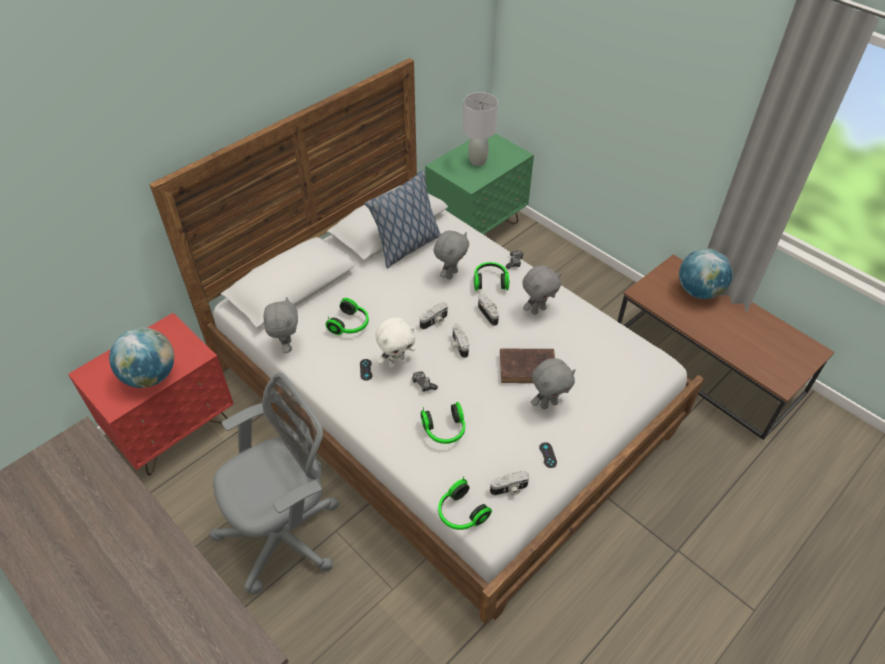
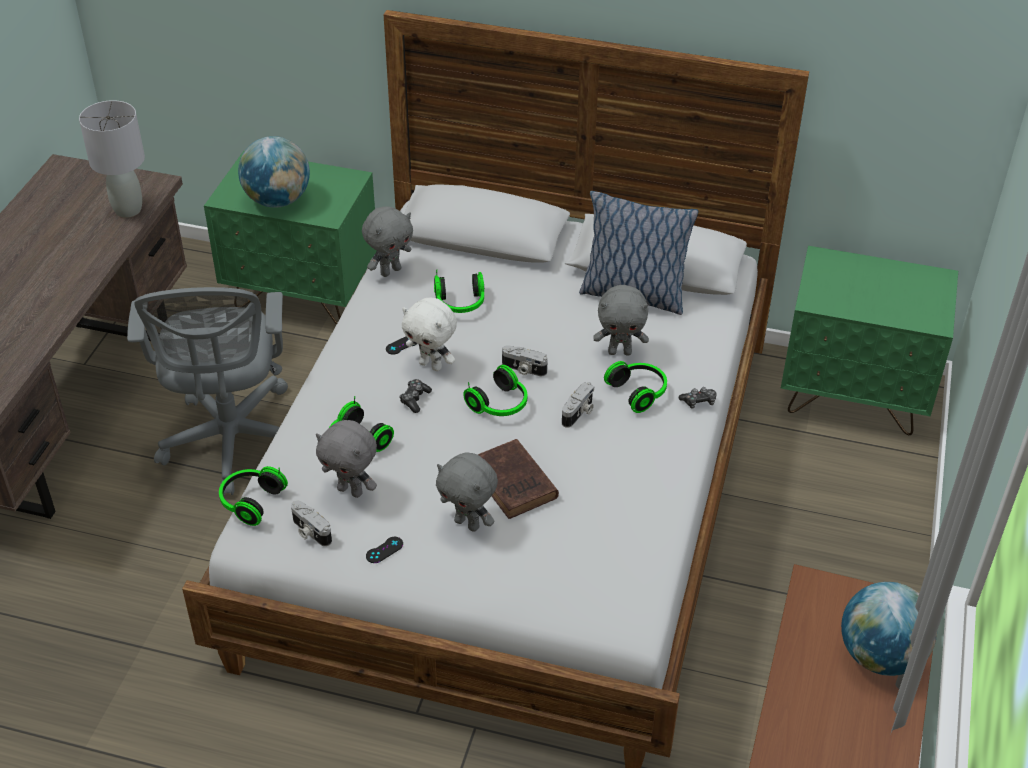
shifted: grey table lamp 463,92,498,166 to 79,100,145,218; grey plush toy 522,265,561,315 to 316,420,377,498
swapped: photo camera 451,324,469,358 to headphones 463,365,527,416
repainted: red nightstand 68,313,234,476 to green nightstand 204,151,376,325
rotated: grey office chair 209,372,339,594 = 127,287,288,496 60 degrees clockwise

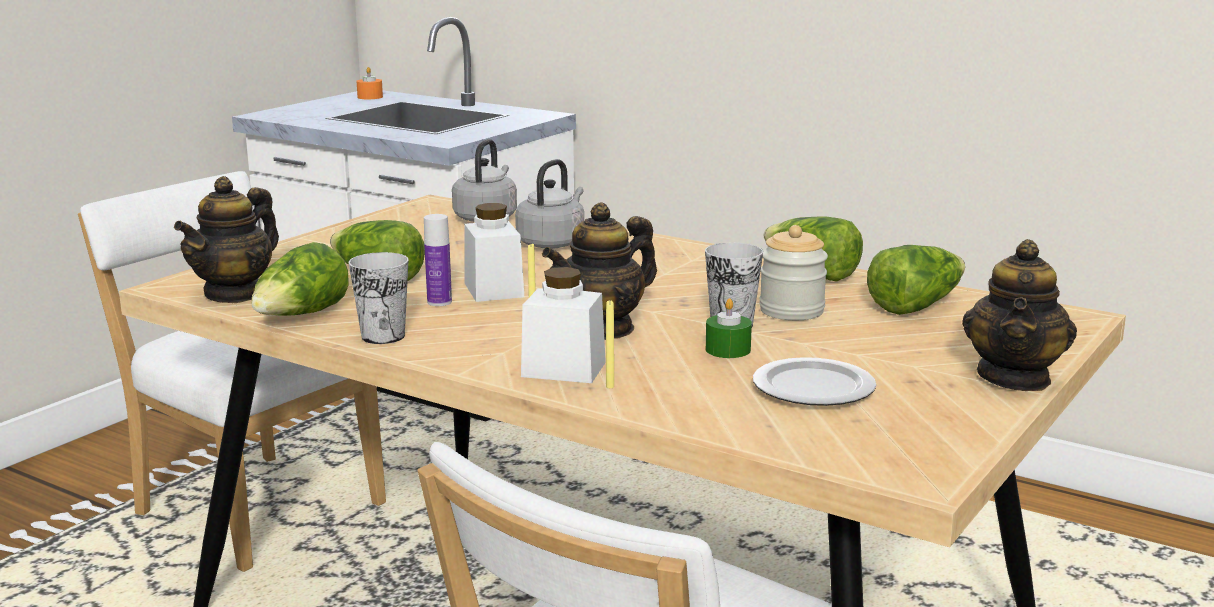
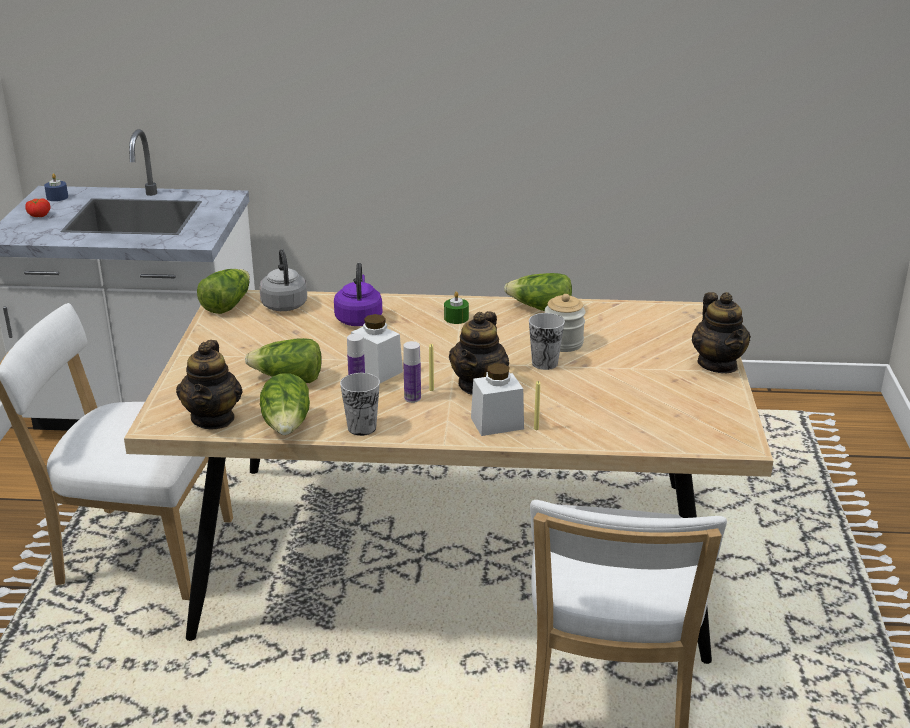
gone: plate 753,357,876,406
new: tomato 25,198,51,217; bottle 403,341,421,403
shifted: lettuce 867,245,965,315 to 197,269,250,314; green candle 706,298,752,358 to 444,291,469,324
repainted: orange candle 357,67,383,99 to blue candle 44,173,68,201; grey kettle 515,159,584,249 to purple kettle 334,263,382,326

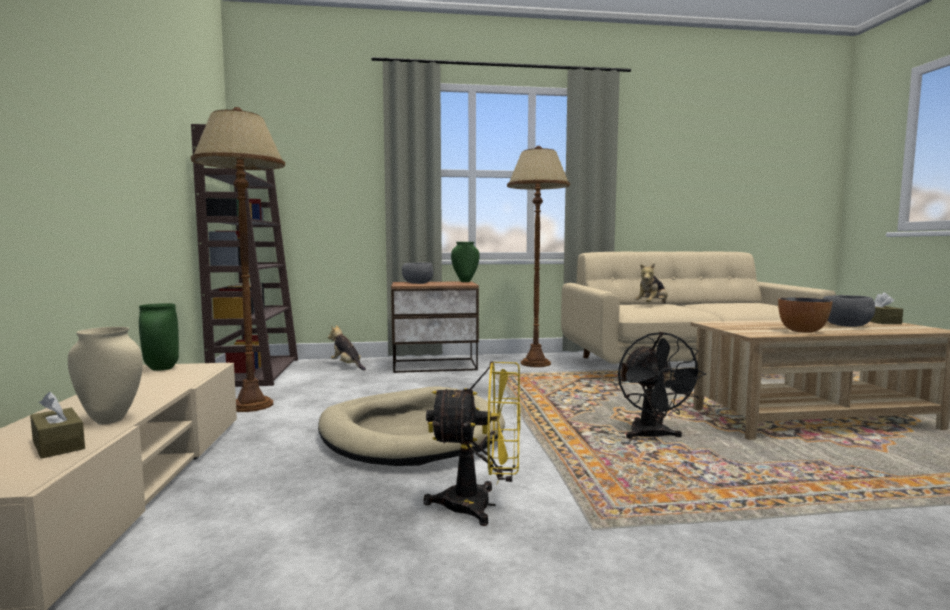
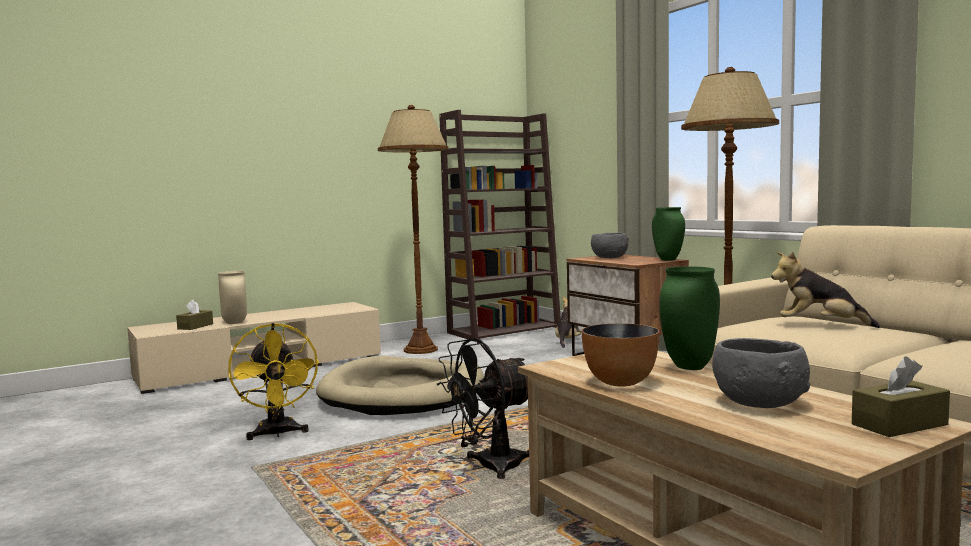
shifted: green vase 139,303,179,371 to 659,267,720,370

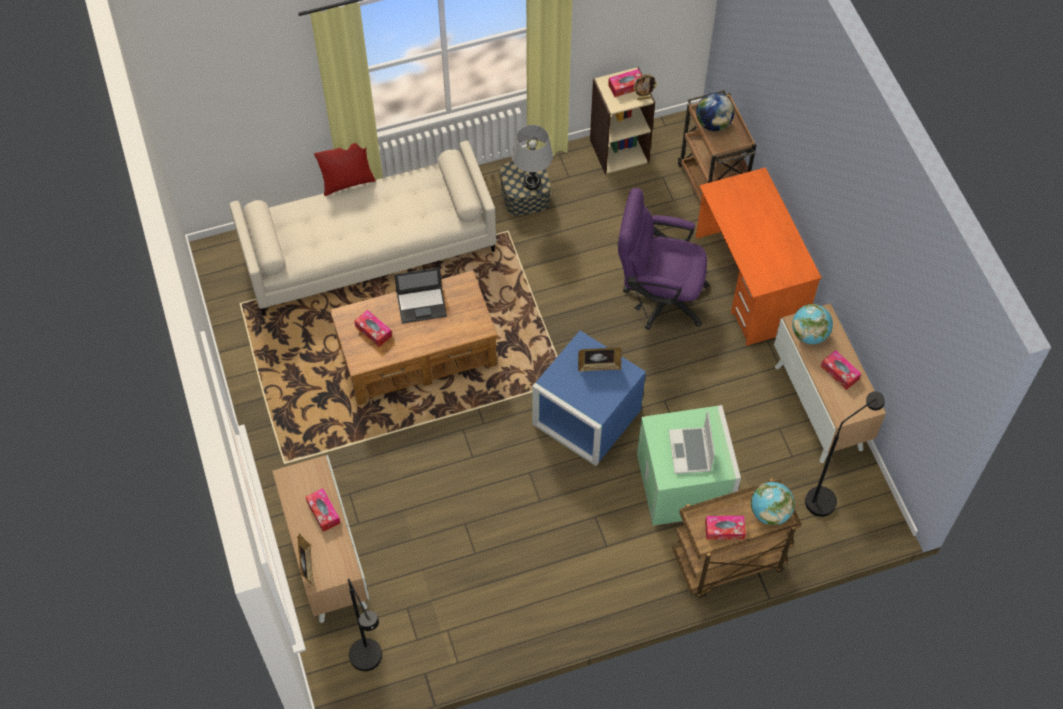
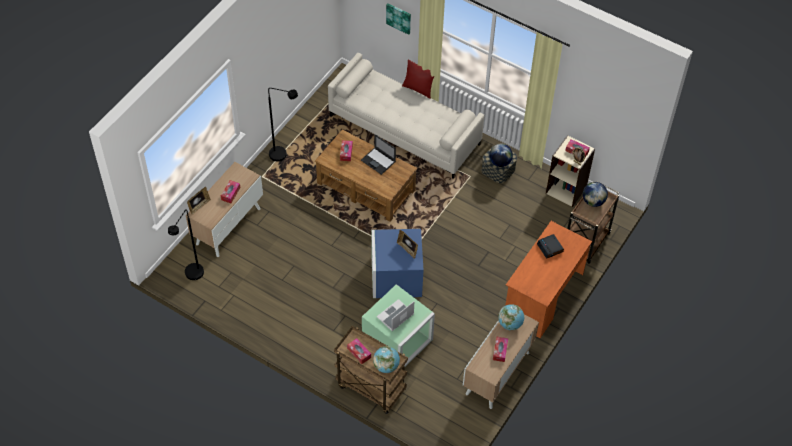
gone: purple office chair 618,188,710,330
new: picture 386,3,411,35; alarm clock 537,234,564,259
shifted: black floor lamp 805,391,885,517 to 268,88,298,161
swapped: grey table lamp 512,125,553,190 to globe 489,144,513,167

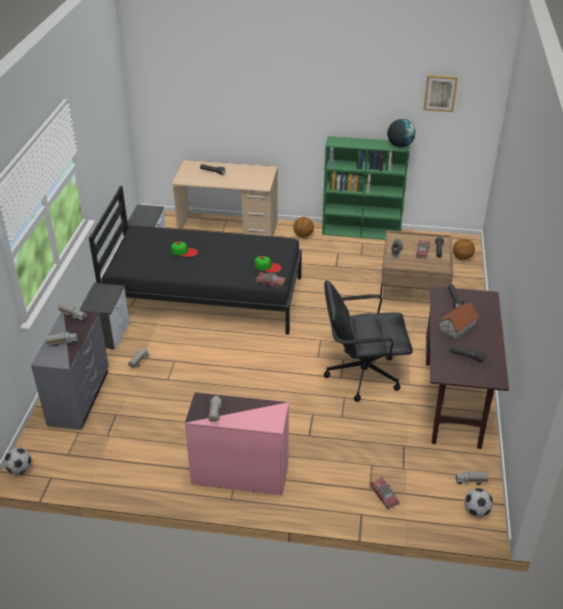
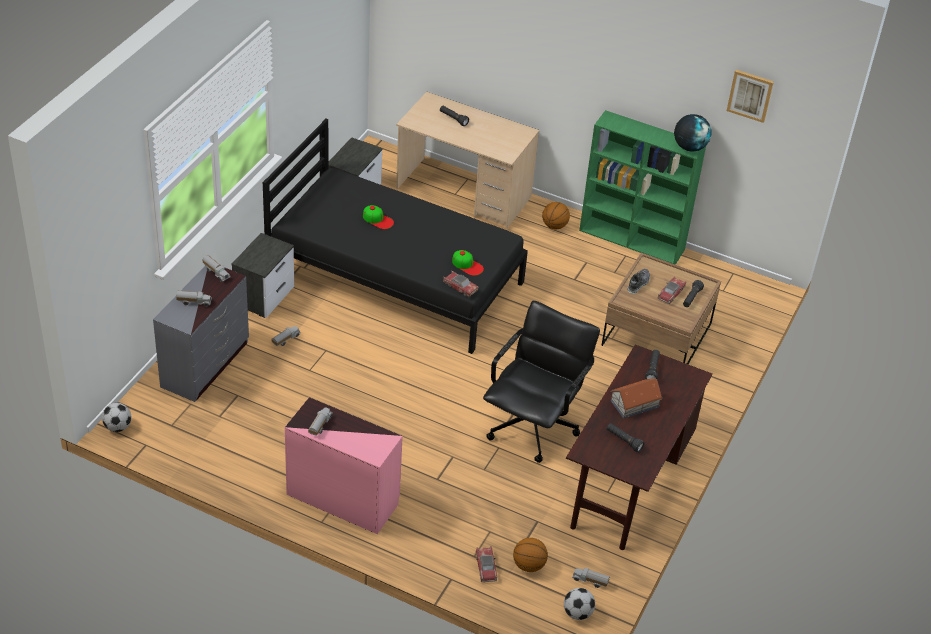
shifted: basketball 453,239,475,260 to 513,538,548,572
rotated: black office chair 324,280,413,402 = 483,301,600,463 105 degrees clockwise

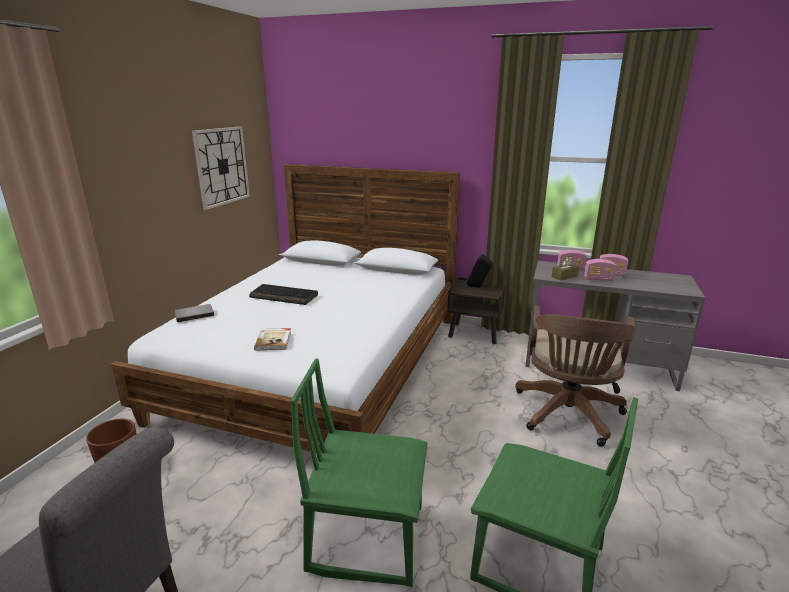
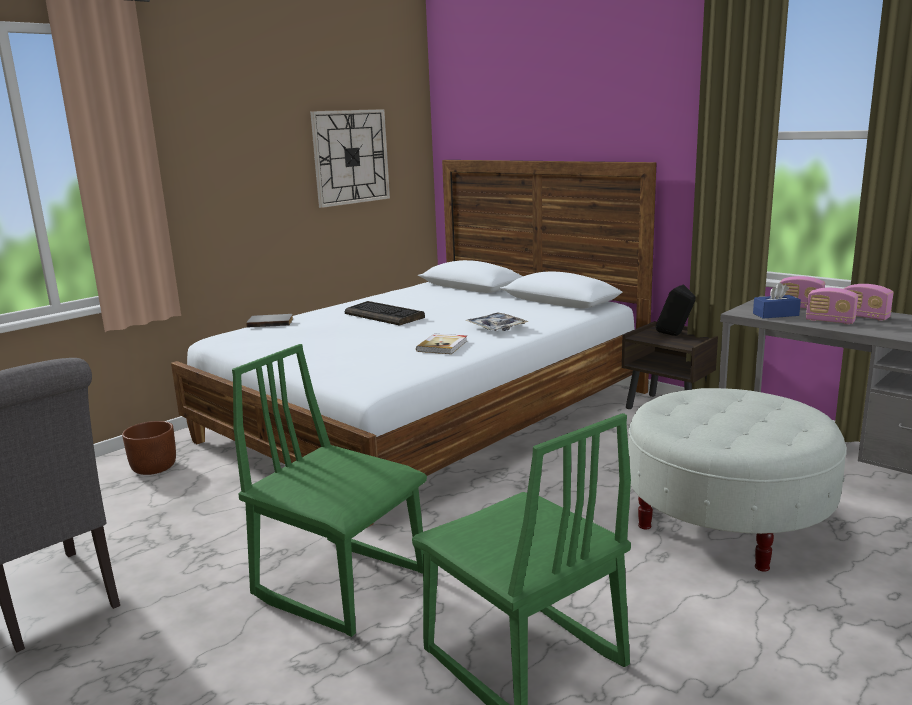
new: tray 465,312,529,331
shifted: book 254,328,291,351 to 416,334,467,354
swapped: brown office chair 515,306,636,447 to white ottoman 628,388,847,572
repainted: brown tissue box 552,257,579,281 to blue tissue box 753,283,801,319

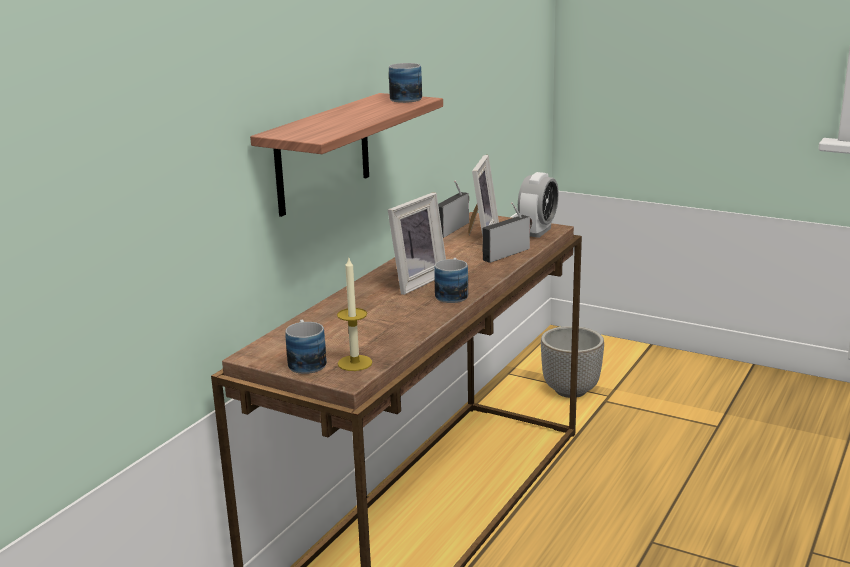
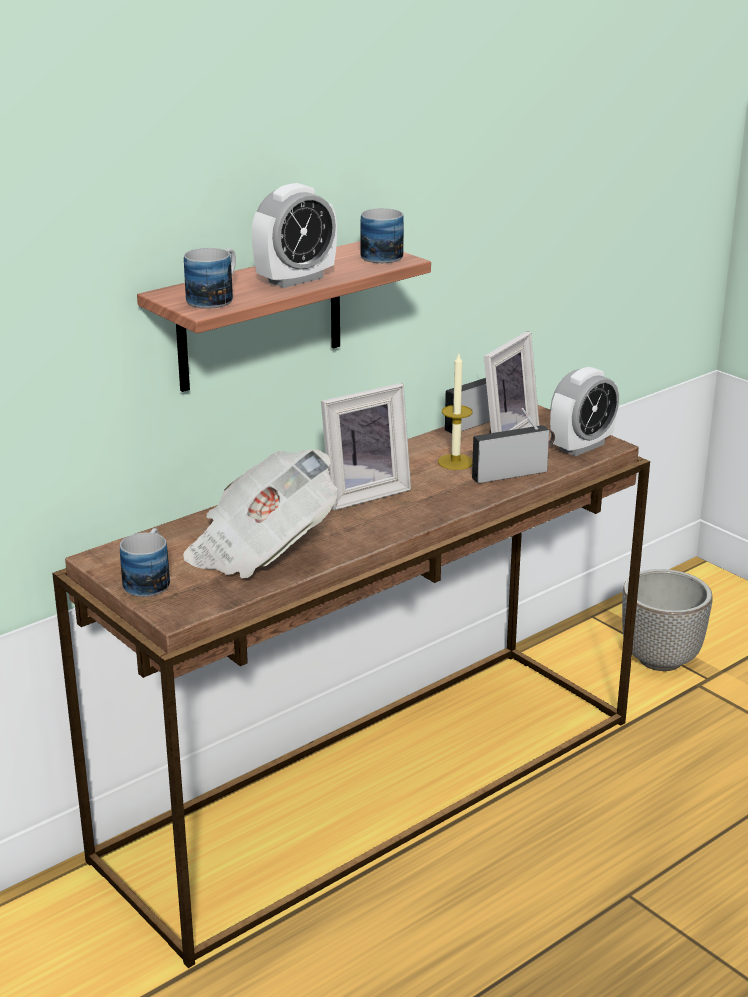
new: newspaper 183,449,338,578; alarm clock 252,183,337,288
shifted: mug 434,258,468,303 to 184,248,236,309; candle 337,256,373,371 to 438,354,473,470

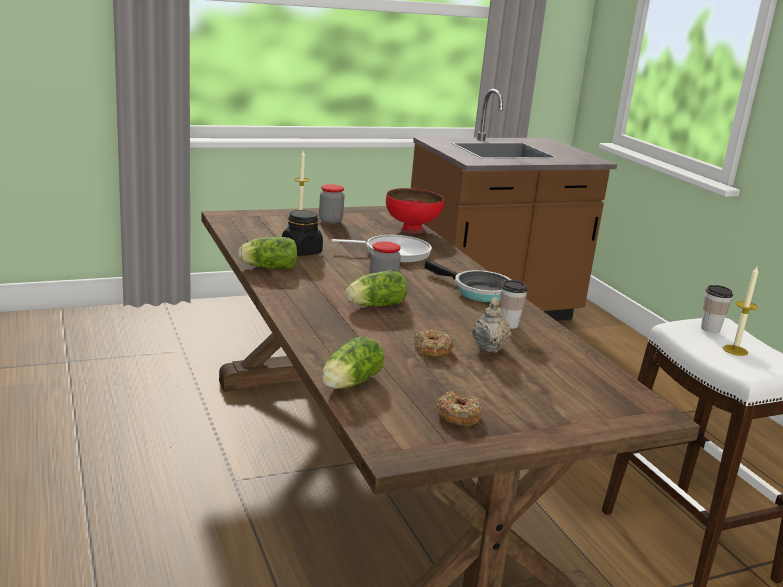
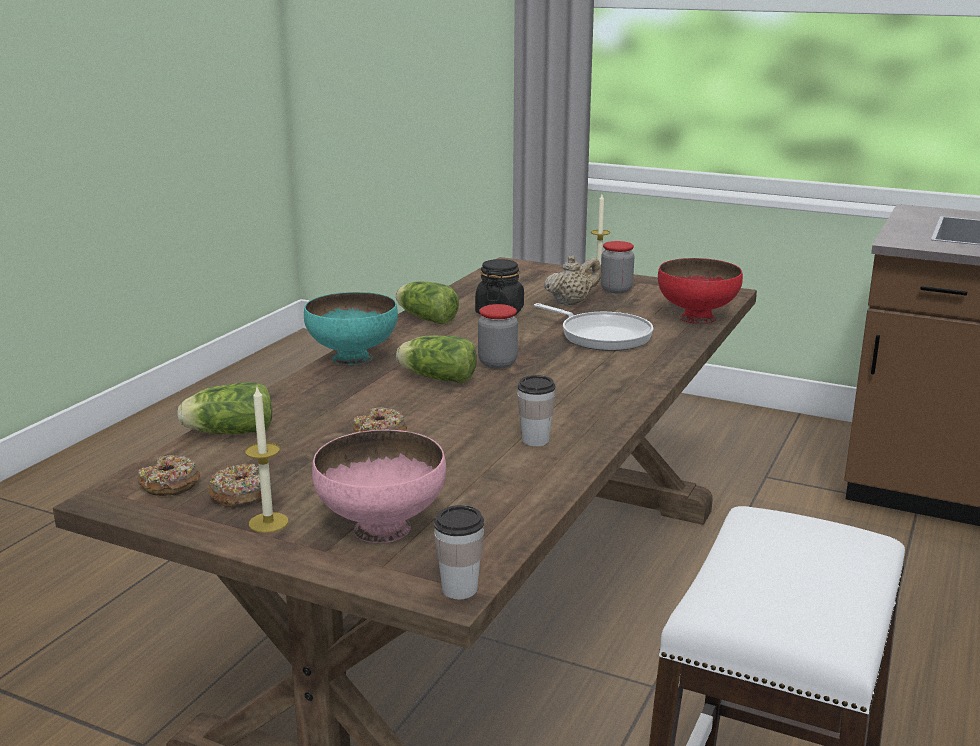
gone: frying pan 425,259,511,302
new: donut 138,455,200,496; turquoise bowl 304,292,398,365; pink bowl 312,430,446,543
shifted: candle 723,267,758,356 to 245,387,288,533; cup 701,285,733,333 to 434,505,484,599; beige teapot 472,297,511,353 to 544,255,602,306

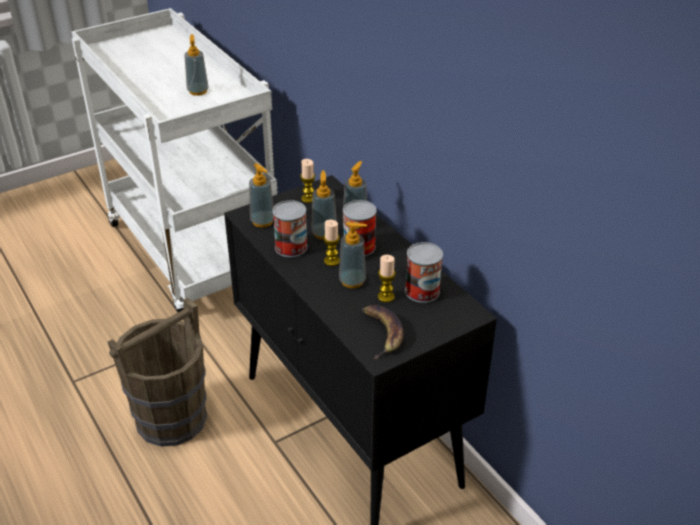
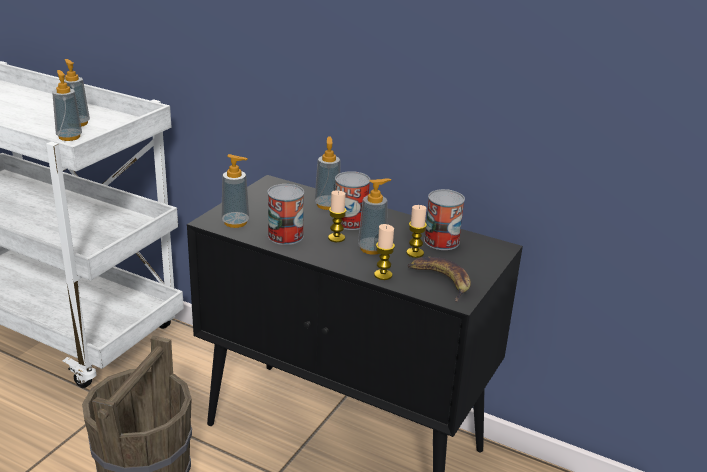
shifted: soap dispenser 311,171,337,240 to 52,70,82,141; candle 300,159,315,203 to 374,224,395,280

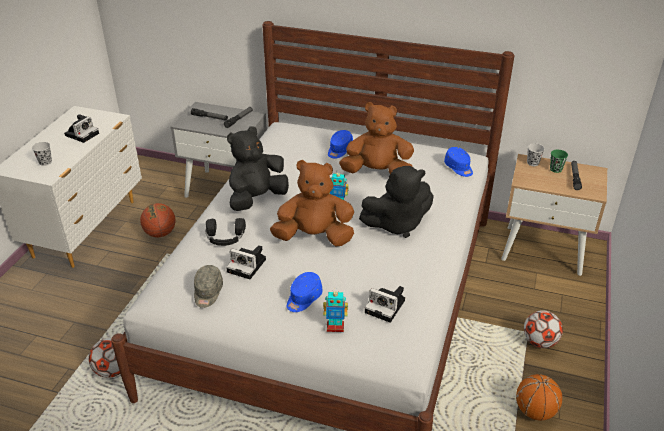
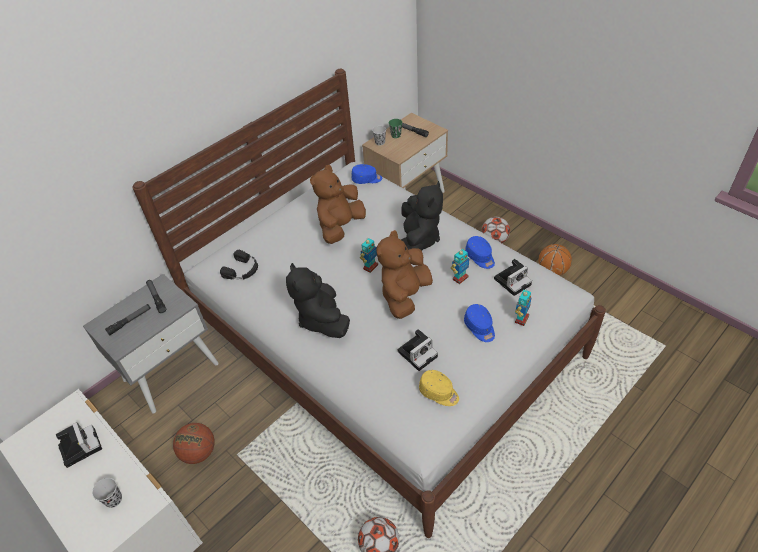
new: toy robot 451,248,469,284
shifted: black headphones 206,218,246,246 to 220,250,258,279; blue cap 328,130,353,159 to 465,236,495,269
repainted: grey cap 194,265,223,308 to yellow cap 419,370,459,406

